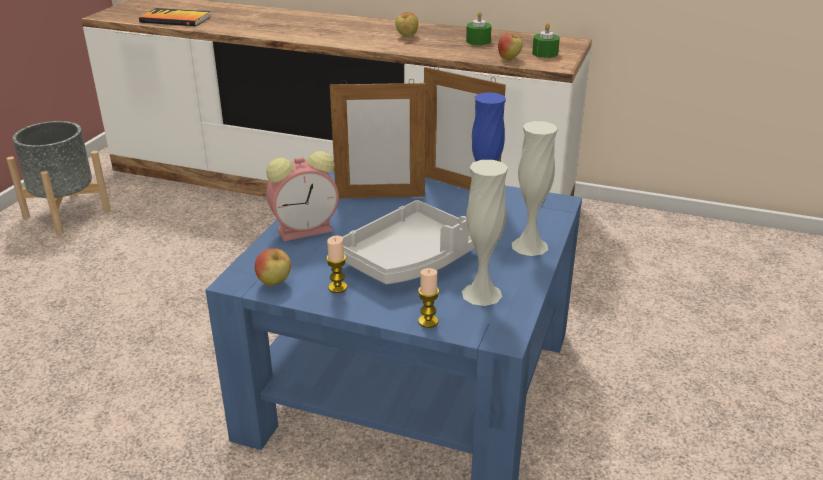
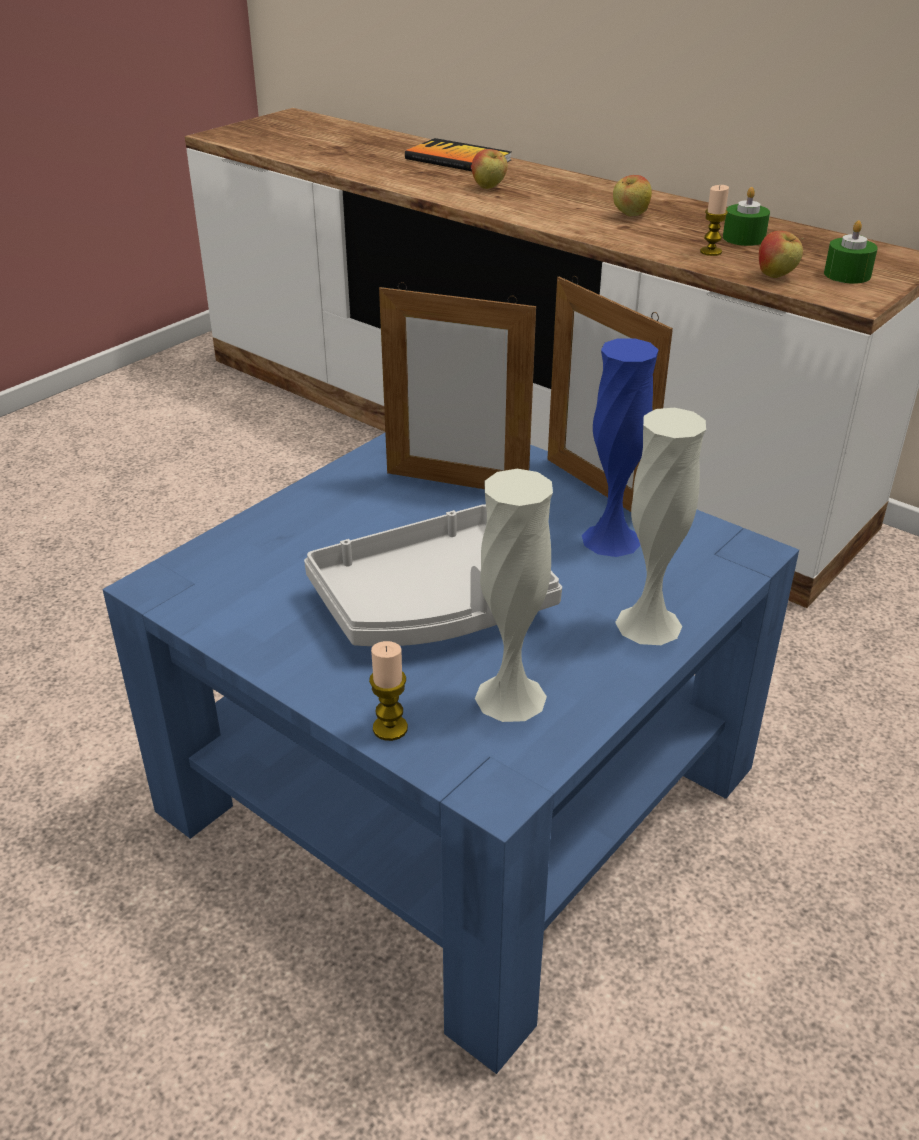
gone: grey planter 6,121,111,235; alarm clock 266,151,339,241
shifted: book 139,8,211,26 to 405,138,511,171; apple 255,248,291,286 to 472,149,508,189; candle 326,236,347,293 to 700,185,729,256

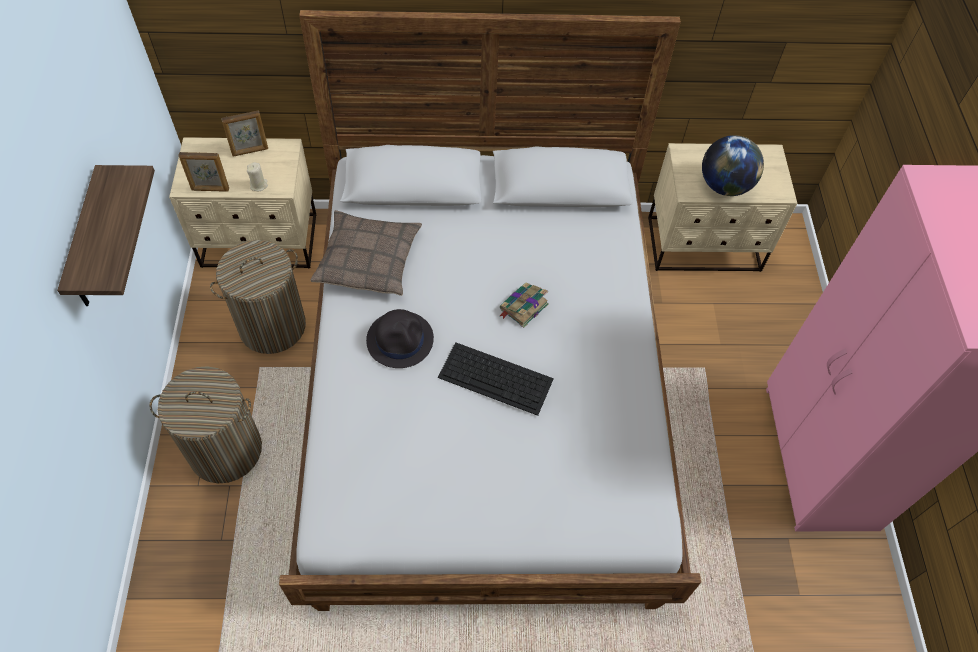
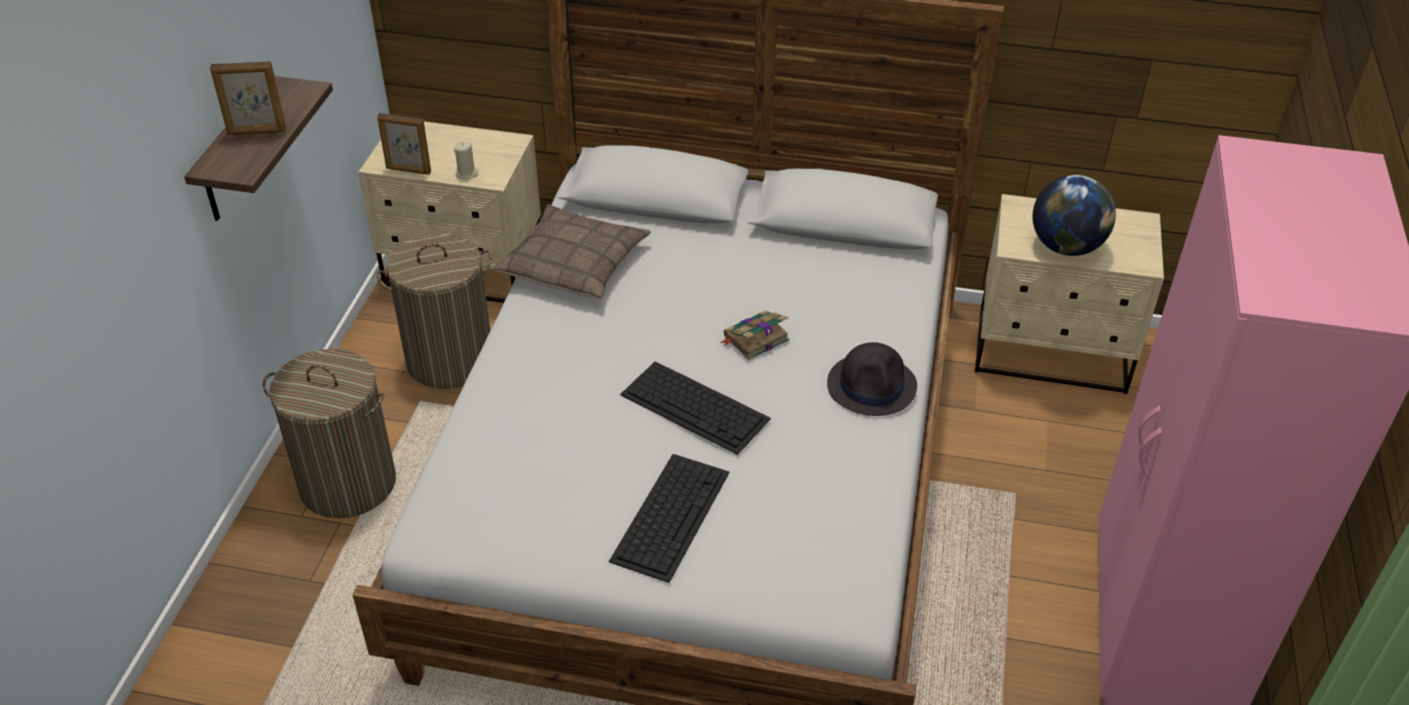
new: keyboard 609,454,730,583
shifted: picture frame 221,110,268,157 to 210,61,286,135; black hat 366,309,434,368 to 827,342,917,416

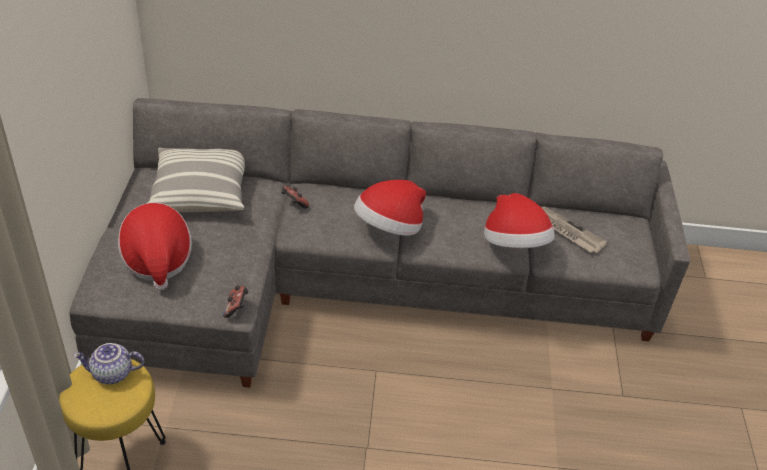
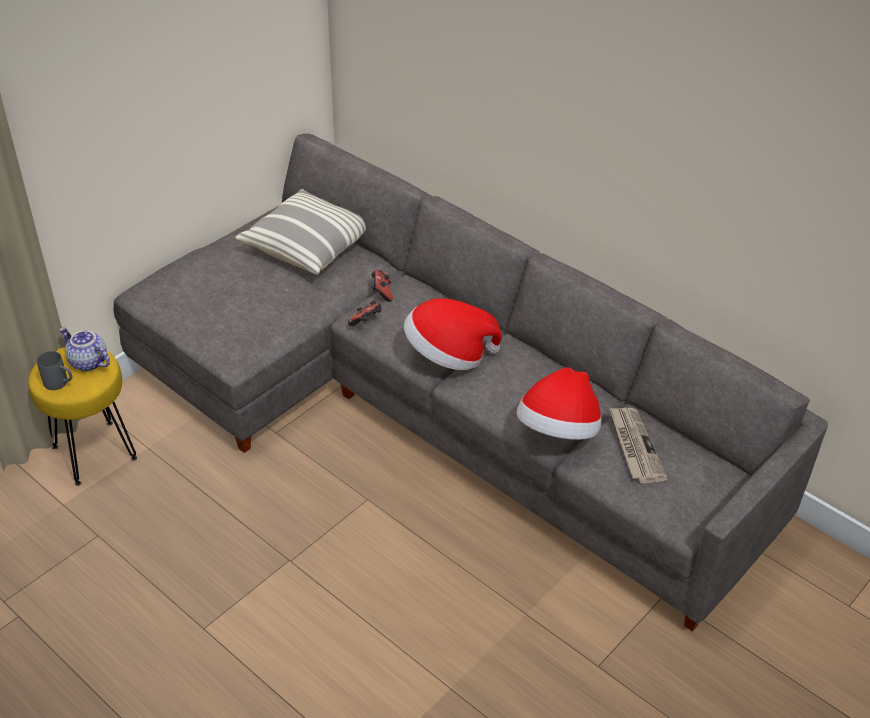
gone: hat 118,203,192,290
new: grey mug 37,351,72,390
shifted: game controller 223,285,249,318 to 348,301,382,326

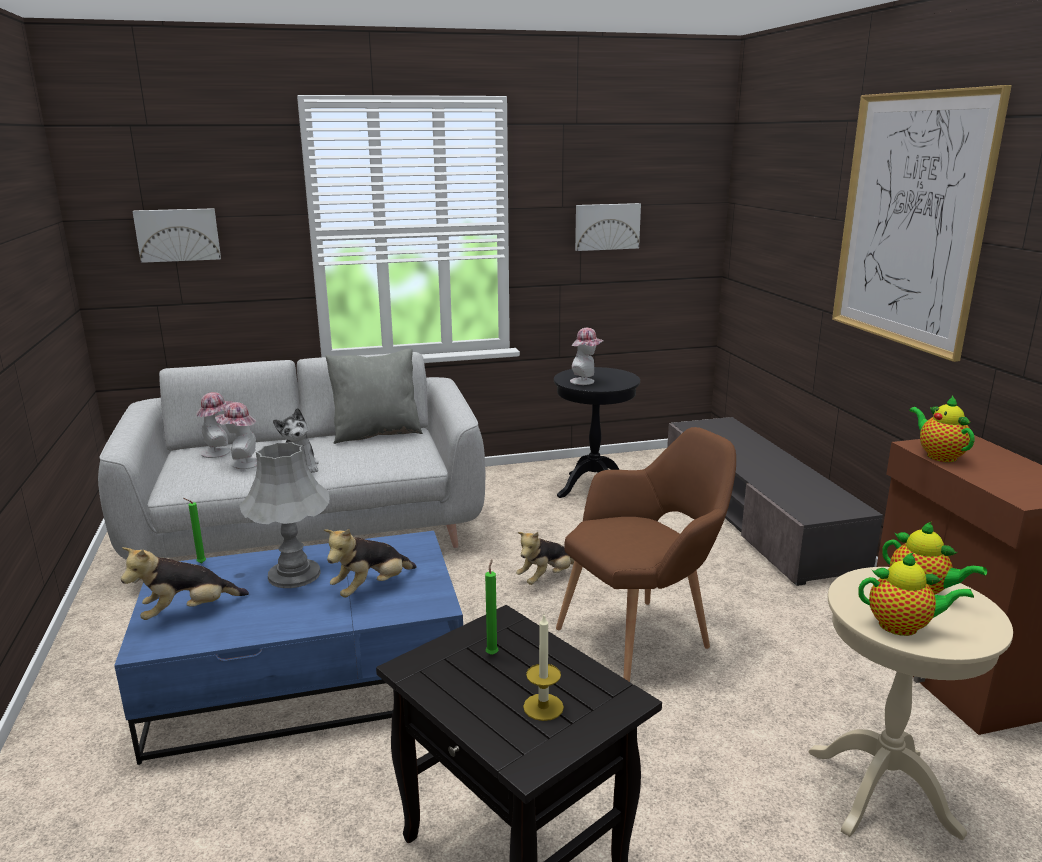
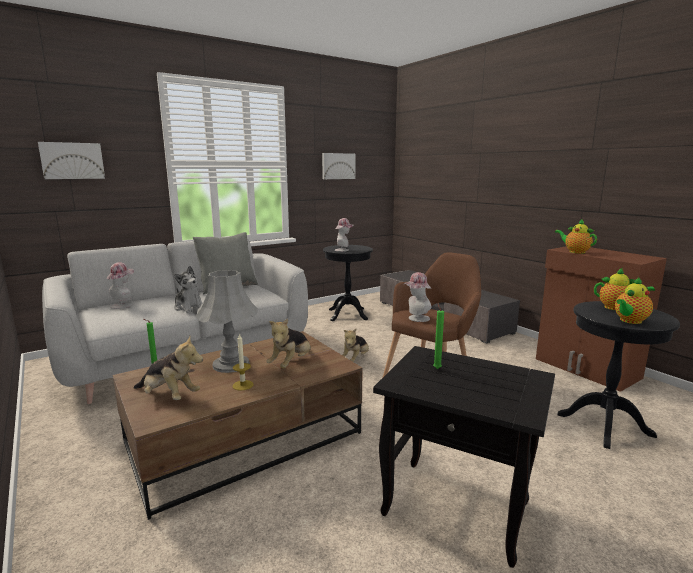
gone: picture 832,85,1012,362
shifted: candle 523,615,564,721 to 232,333,254,390; hat 215,402,257,469 to 404,272,431,322
repainted: blue coffee table 114,531,463,765 to brown coffee table 113,331,362,520; beige side table 808,567,1013,840 to black side table 557,301,680,449
rotated: plush toy 121,547,249,620 = 133,336,203,400 105 degrees counterclockwise; teapot 858,552,974,636 = 615,277,653,324 150 degrees clockwise

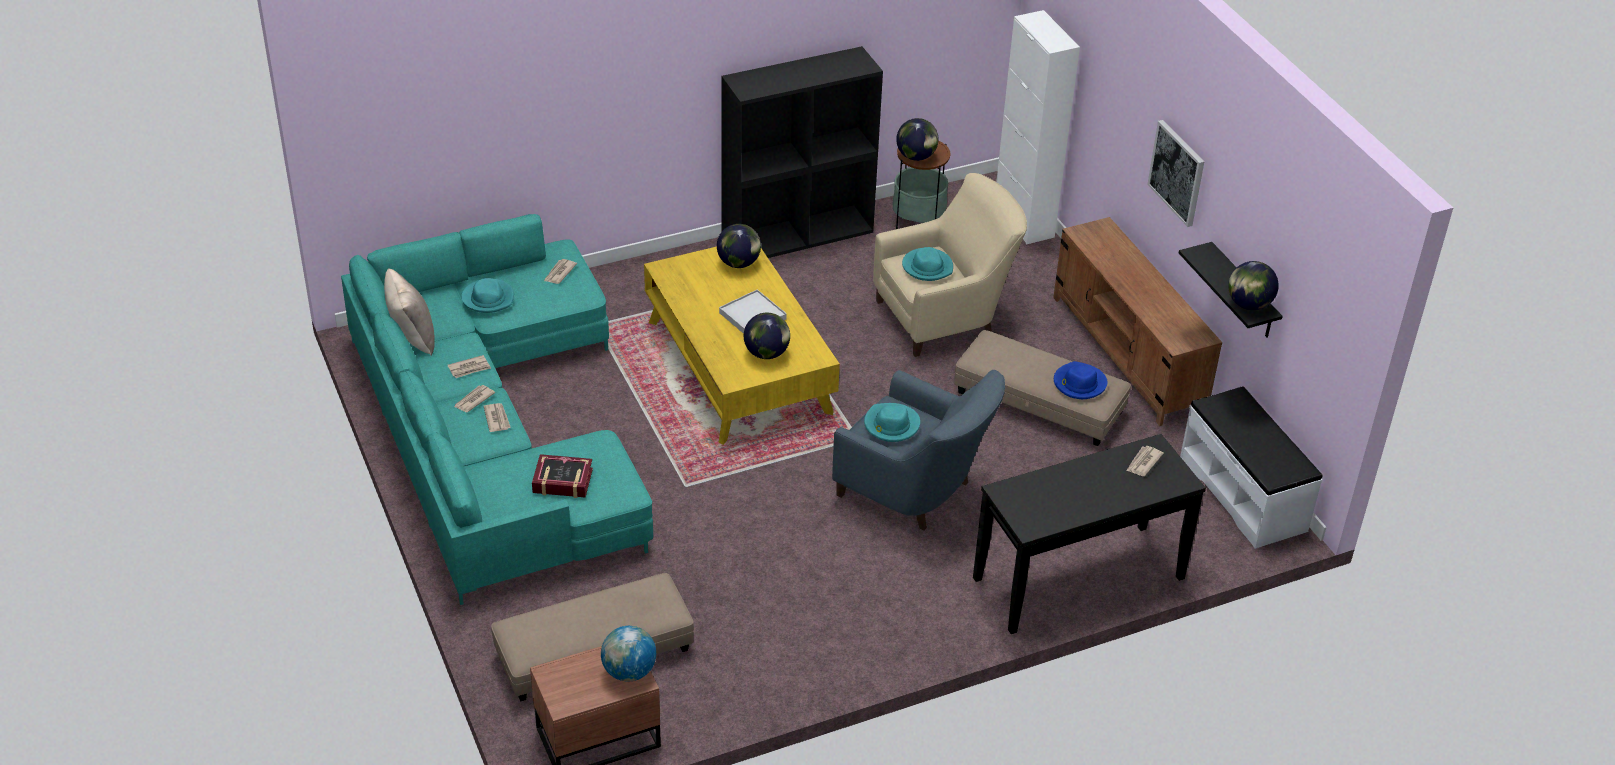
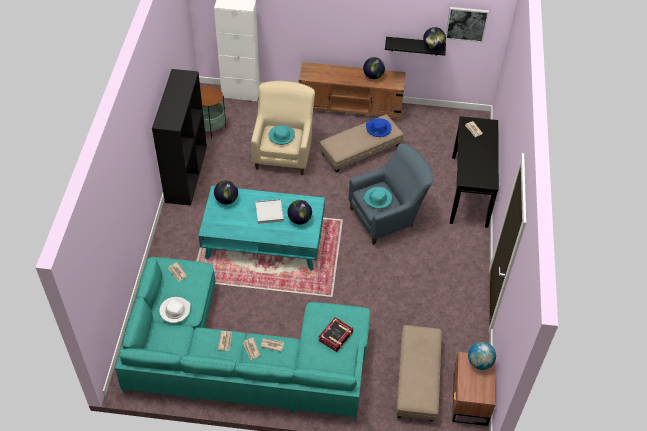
gone: beige pillow 384,268,435,355; white bench 1180,386,1323,549
shifted: globe 896,118,939,161 to 363,57,385,79; picture 1147,120,1204,227 to 445,7,489,43
repainted: turquoise hat 461,278,514,313 to white hat 159,297,190,323; yellow coffee table 644,247,840,445 to turquoise coffee table 198,186,325,271

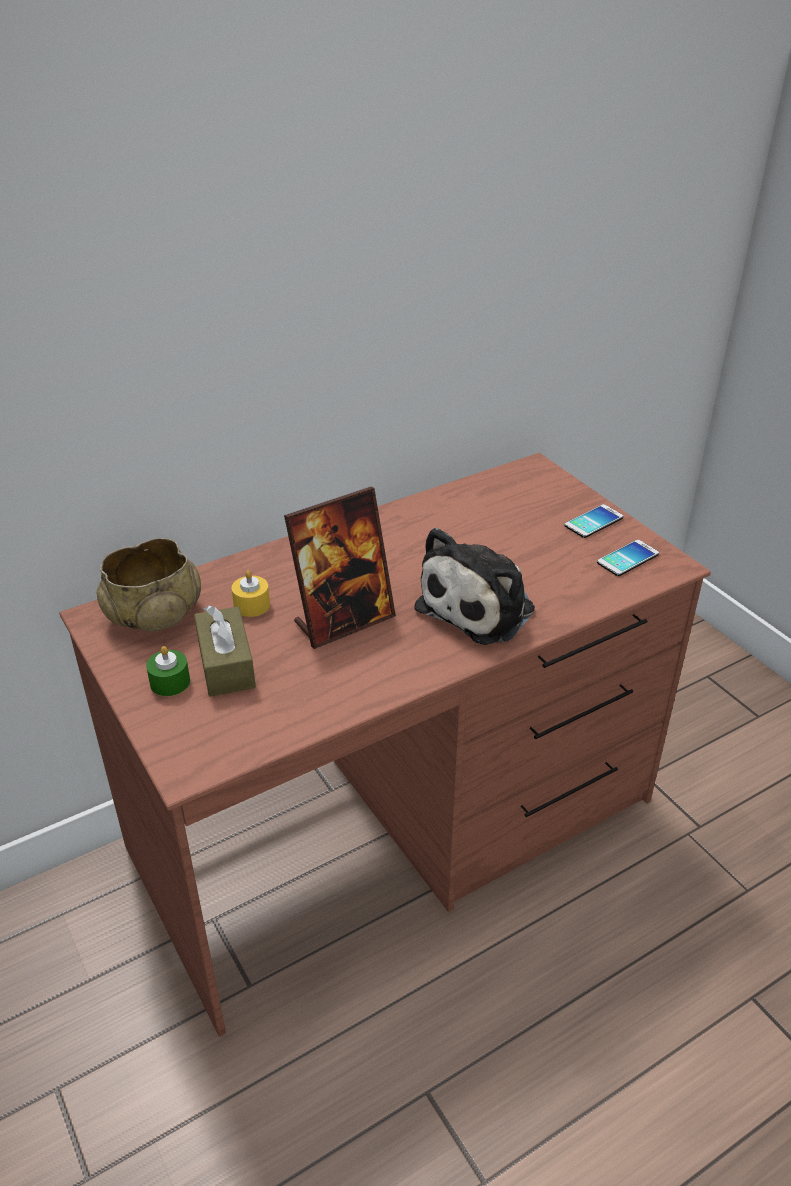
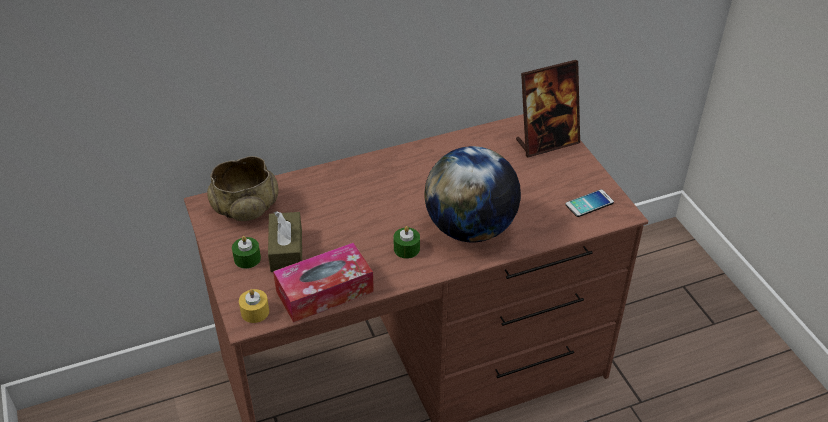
gone: phone 565,504,623,538
new: tissue box 273,243,374,323; green candle 393,226,420,259
shifted: yellow candle 232,570,270,617 to 239,289,269,323; picture frame 284,487,396,649 to 516,60,580,157
swapped: plush toy 414,527,535,645 to globe 424,146,521,243

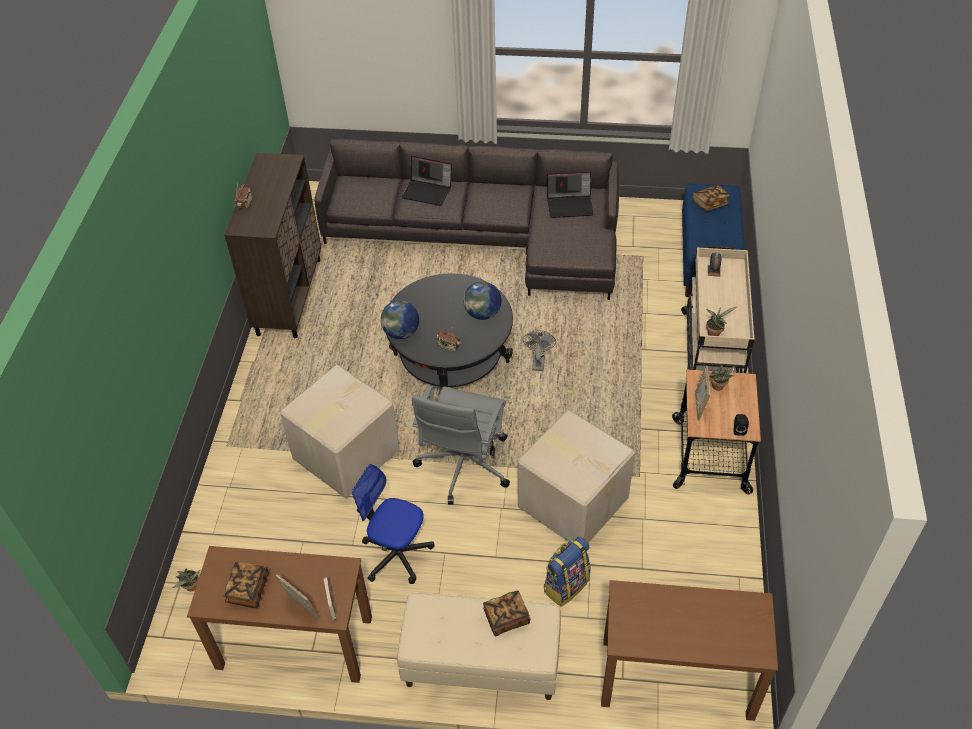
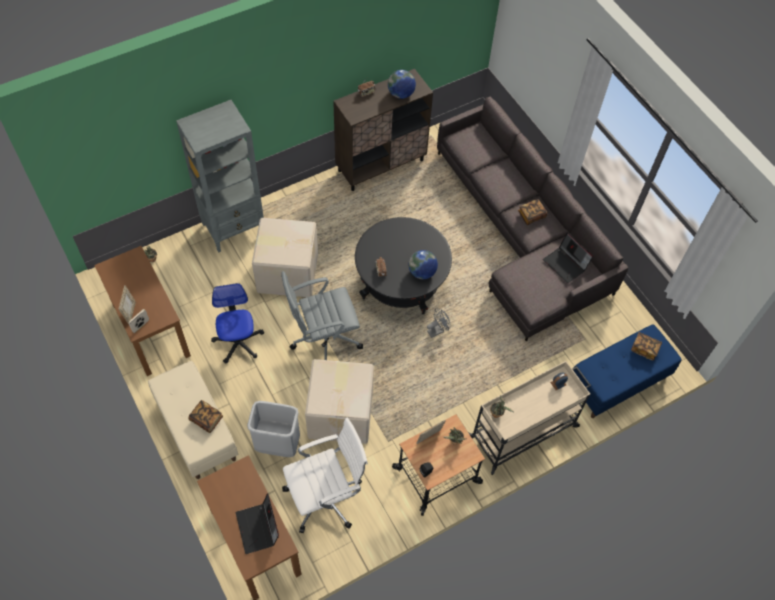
new: grey bookcase 176,100,264,252; white office chair 282,418,368,533
shifted: laptop 402,156,452,206 to 236,493,279,554; globe 380,300,419,339 to 388,70,416,99; book 223,562,269,608 to 518,199,547,225
swapped: backpack 544,537,590,607 to grey trash can 247,401,300,457

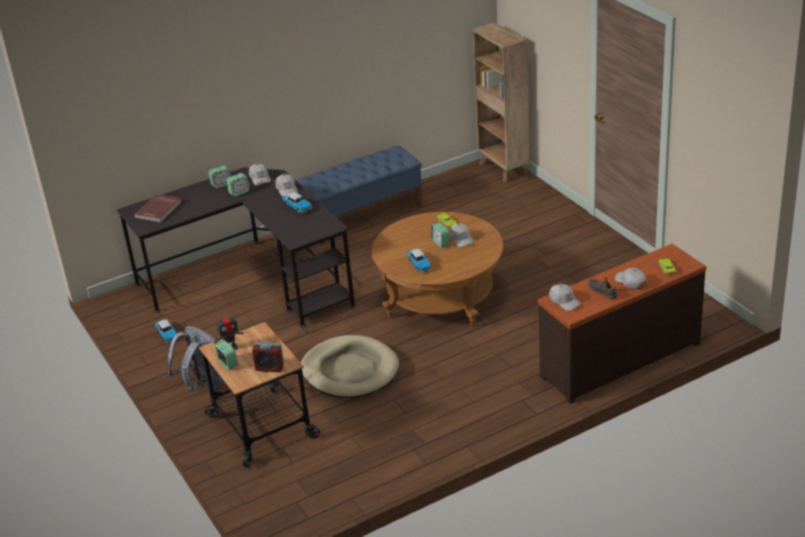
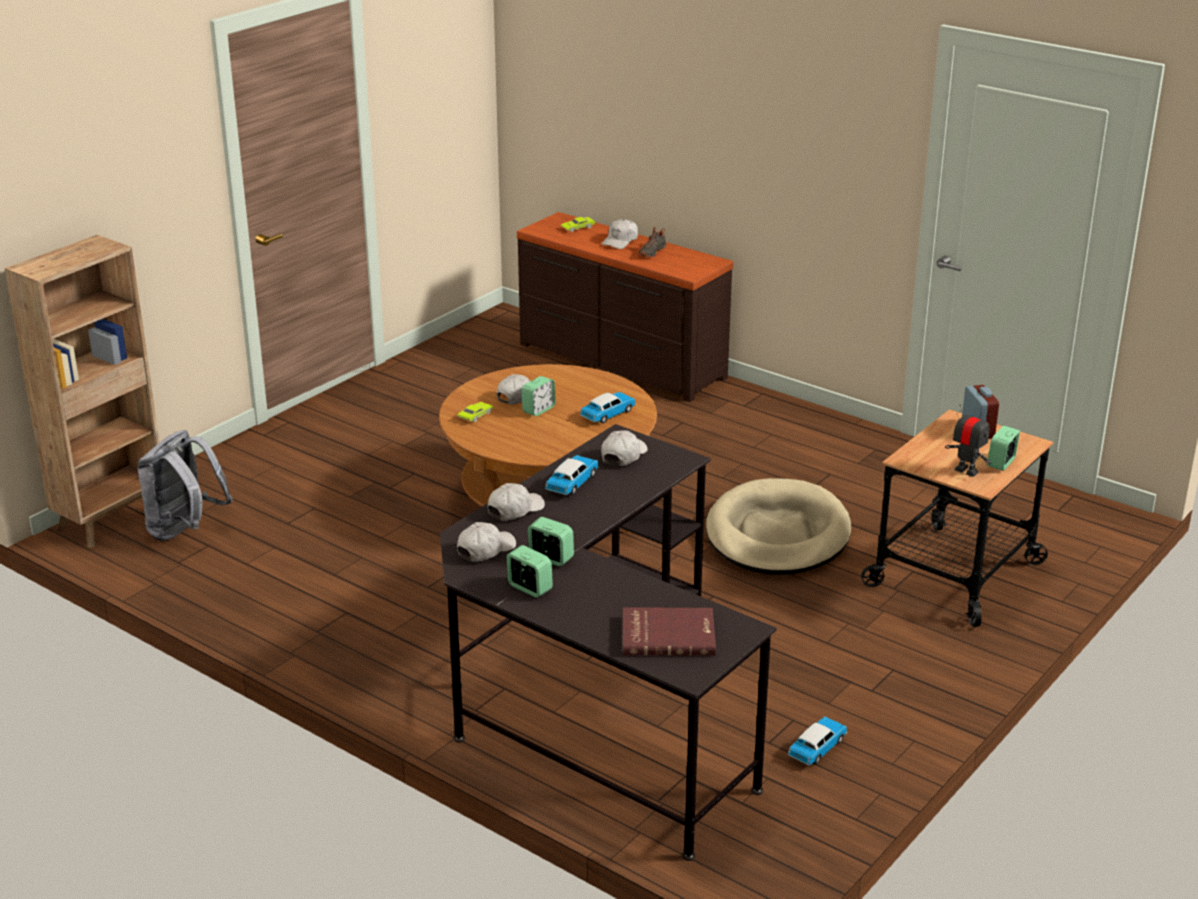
gone: blue bench 296,145,422,245
shifted: grey backpack 168,326,224,392 to 138,430,233,541; white cap 549,284,581,311 to 601,431,648,466

